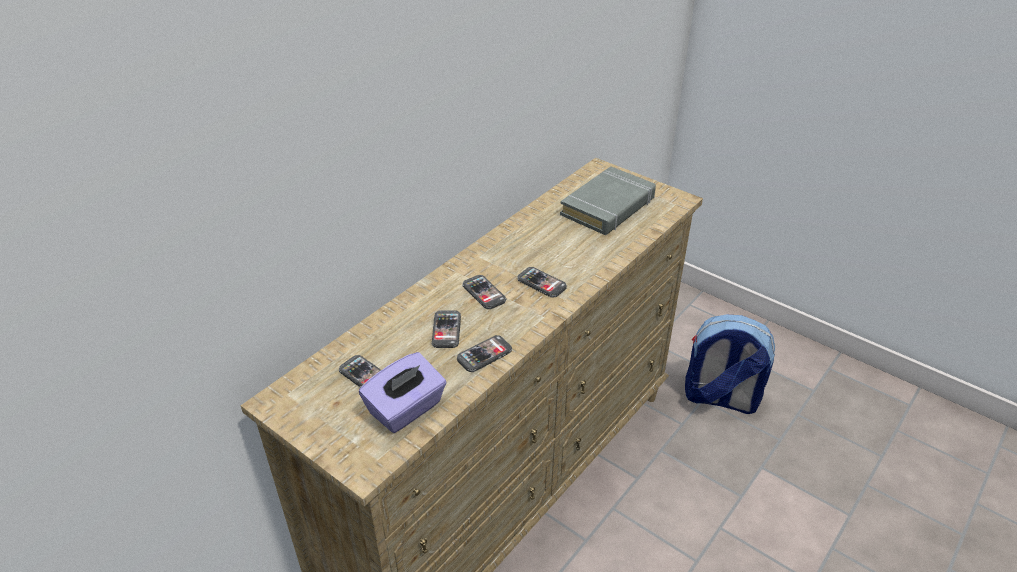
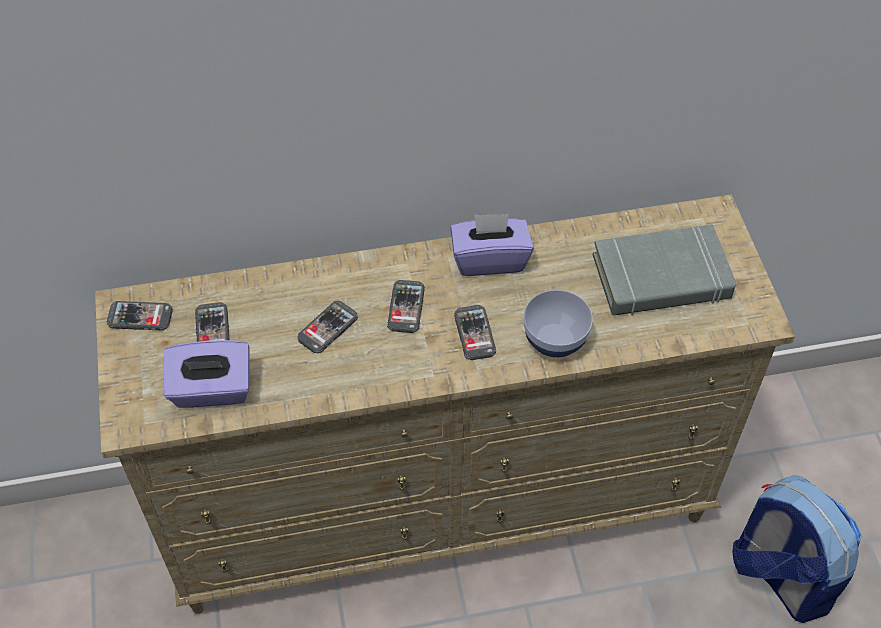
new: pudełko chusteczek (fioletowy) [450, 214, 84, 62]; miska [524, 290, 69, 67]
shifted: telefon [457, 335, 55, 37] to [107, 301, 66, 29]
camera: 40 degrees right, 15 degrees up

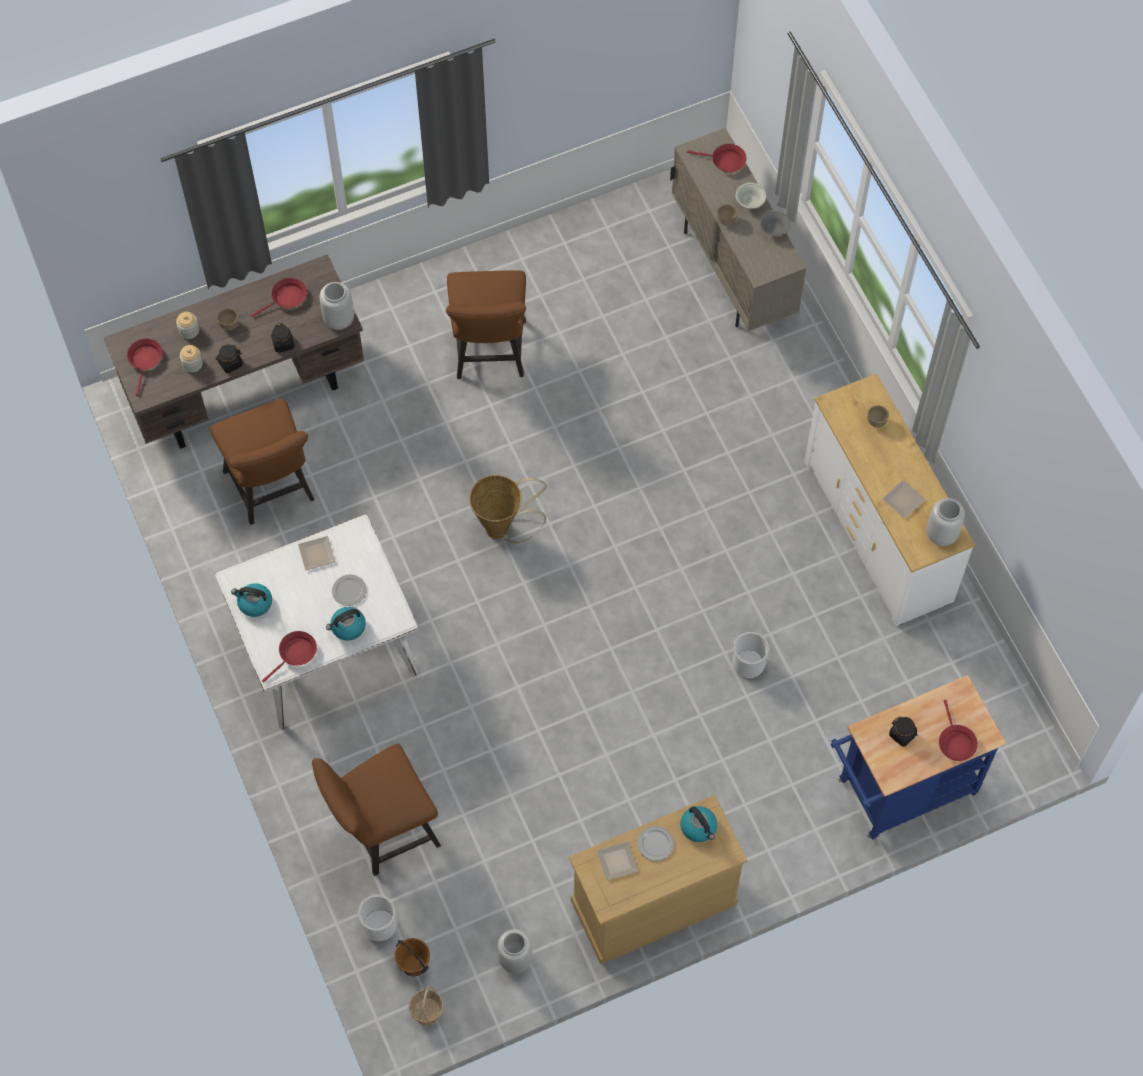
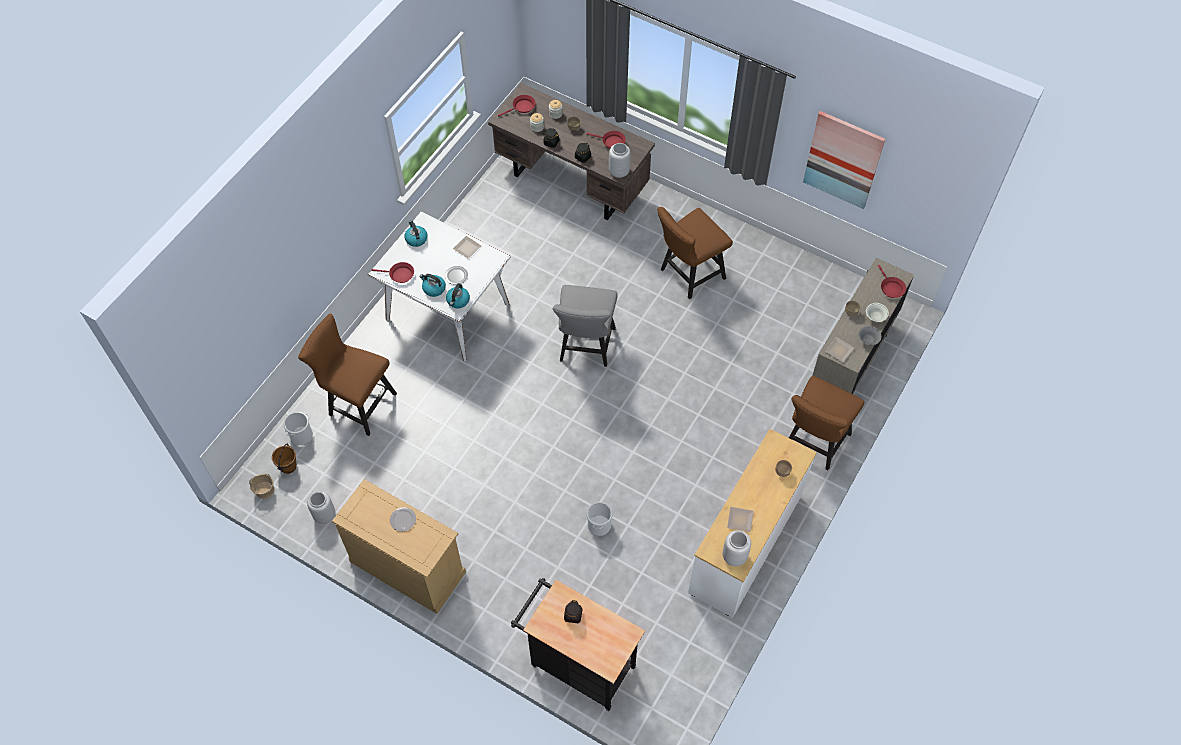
gone: patelnia (czerwony) [939, 700, 39, 61]
new: obraz [803, 111, 82, 98]
shifted: krzesło (brązowy) [210, 399, 104, 126] to [789, 376, 75, 94]; talerz [597, 841, 41, 39] to [825, 337, 29, 25]; czajnik [680, 806, 37, 36] to [446, 283, 24, 25]
swapped: koszyk [469, 475, 78, 69] to krzesło (szary) [553, 285, 64, 82]
repainted: wózek (niebieski) [831, 675, 175, 164] to wózek (czarny) [511, 578, 134, 133]
camera: 55 degrees right, 5 degrees down

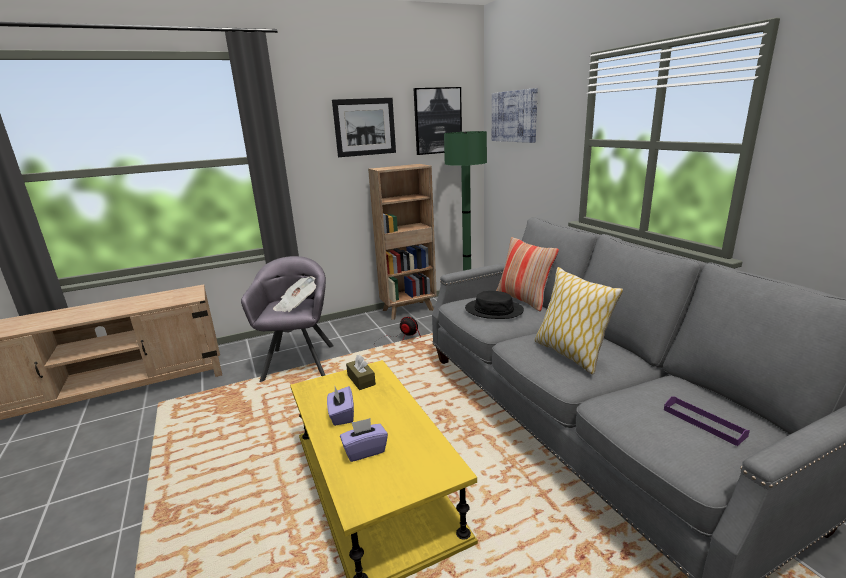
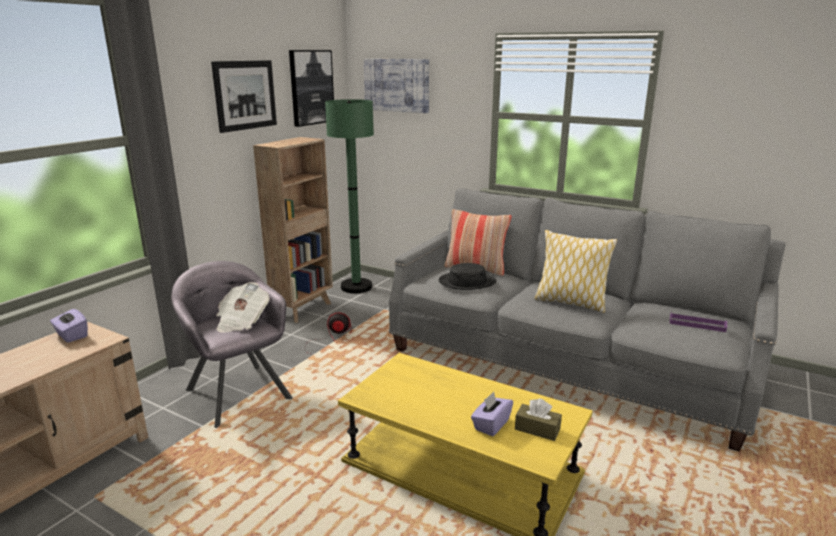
shifted: pudełko chusteczek (fioletowy) [327, 386, 27, 40] to [50, 308, 38, 35]; pudełko chusteczek (brązowy) [346, 355, 30, 35] to [515, 398, 47, 43]
camera: 35 degrees left, 0 degrees up

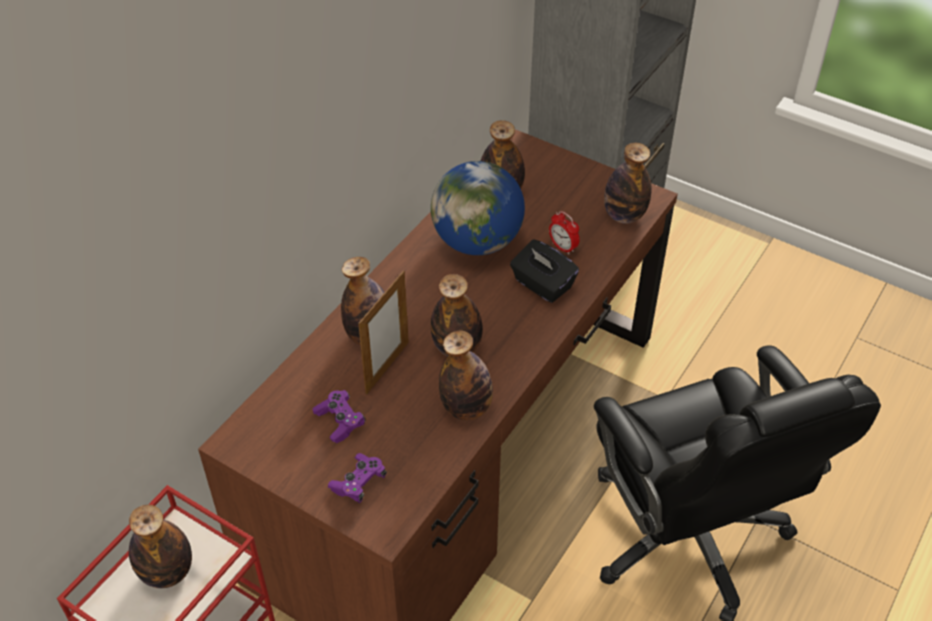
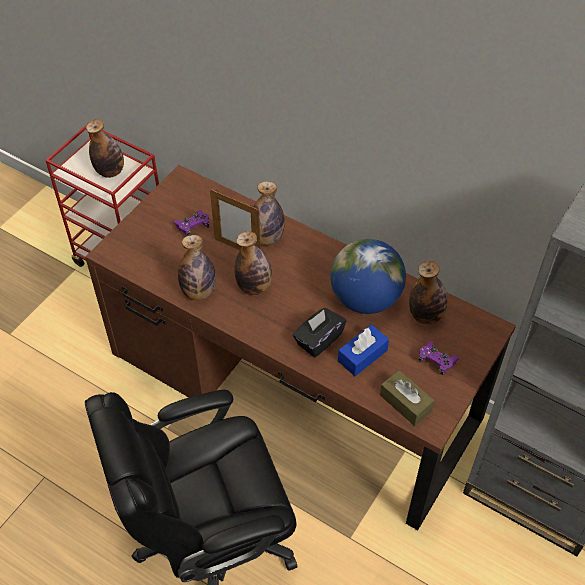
shifted: pad do gier (fioletowy) [328, 453, 59, 50] to [418, 341, 41, 34]
swapped: budzik [549, 211, 31, 44] to pudełko chusteczek (niebieski) [338, 324, 51, 52]; butelka [604, 143, 48, 80] to pudełko chusteczek (brązowy) [380, 370, 55, 56]
camera: 90 degrees right, 5 degrees up

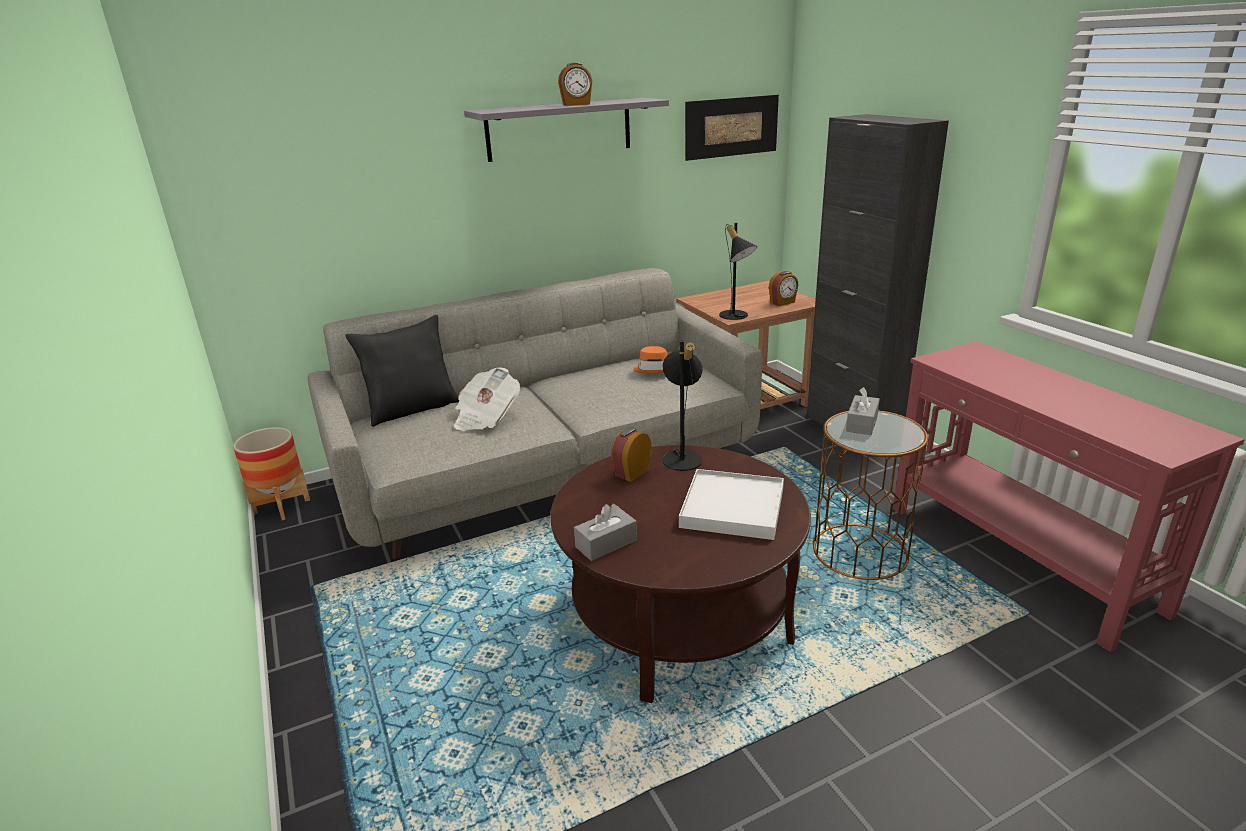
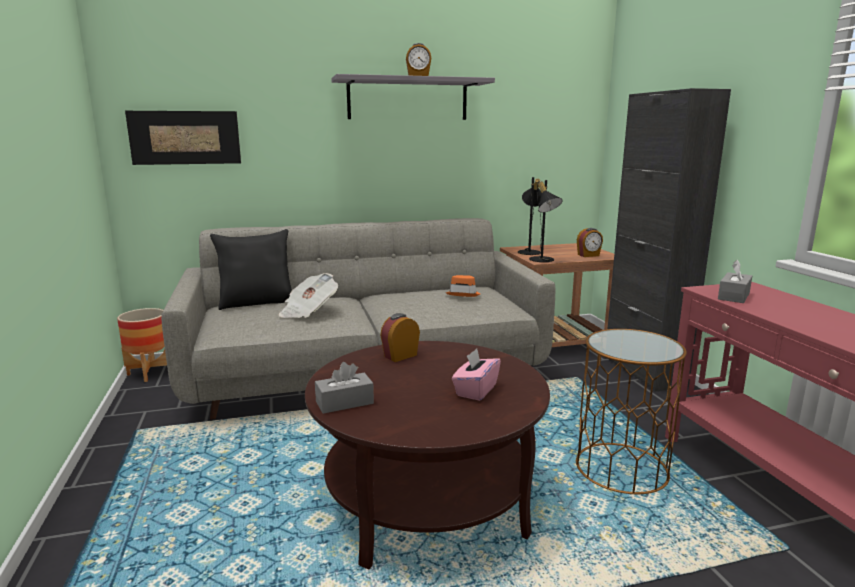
shifted: lampa stołowa (czarny) [662, 340, 41, 131] to [518, 177, 24, 78]; obraz [685, 95, 94, 66] to [125, 111, 116, 54]; pudełko chusteczek (szary) [846, 387, 34, 48] to [718, 260, 34, 43]
swapped: taca (biały) [679, 469, 105, 71] to pudełko chusteczek (różowy) [452, 349, 49, 52]
camera: 10 degrees right, 10 degrees down

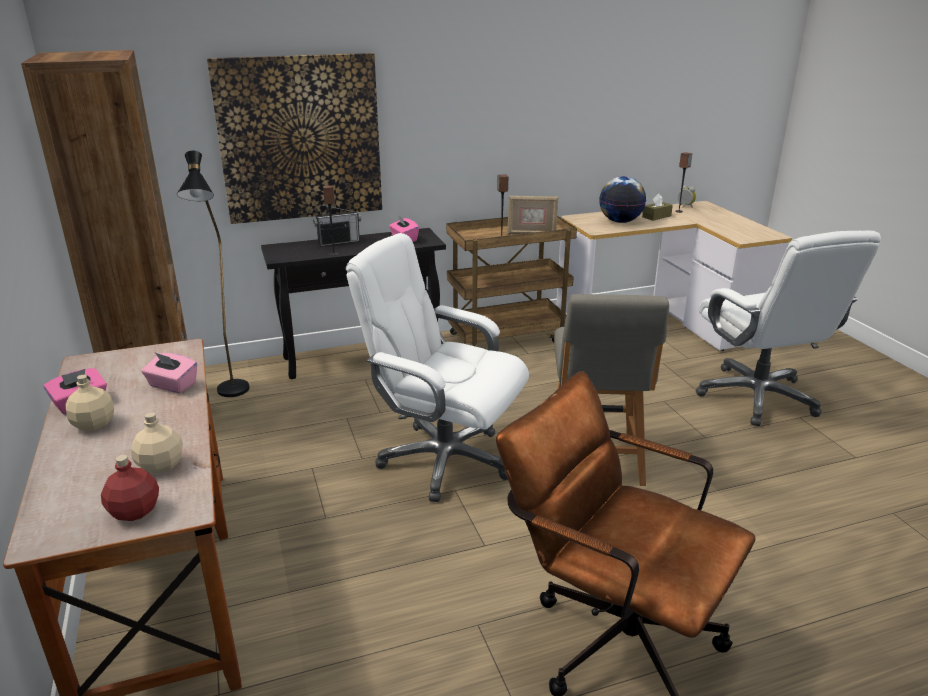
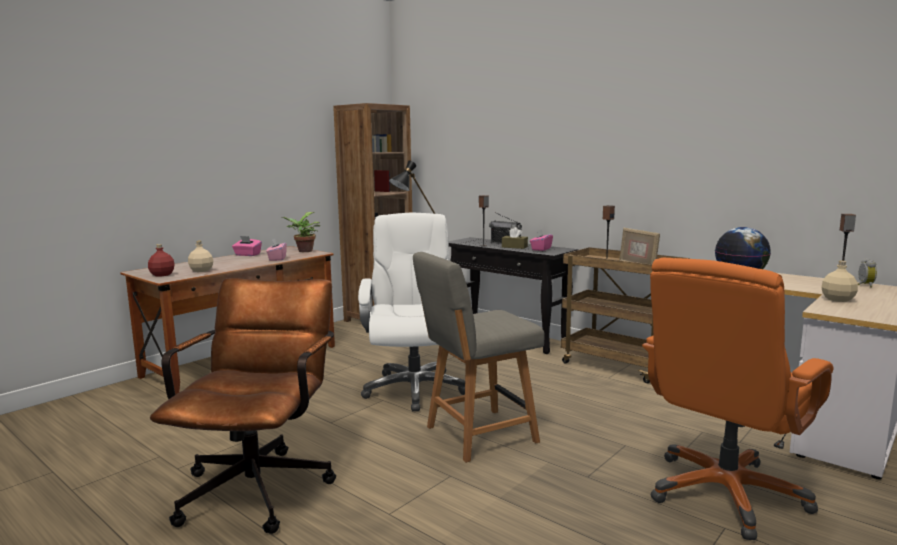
gone: obraz [207, 53, 175, 171]
new: roślina doniczkowa [281, 212, 40, 40]
shifted: butelka (beżowy) [65, 375, 49, 56] to [822, 261, 36, 41]; pudełko chusteczek (brązowy) [642, 194, 31, 27] to [502, 227, 26, 22]
repainted: krzesło biurowe (biały) [696, 230, 185, 196] to krzesło biurowe (pomarańczowy) [642, 258, 191, 282]
camera: 60 degrees right, 15 degrees down

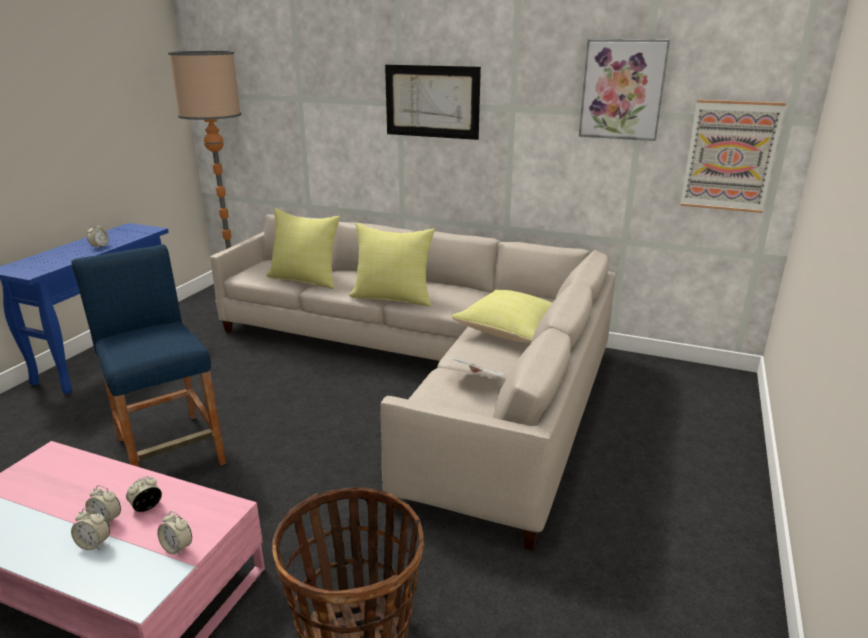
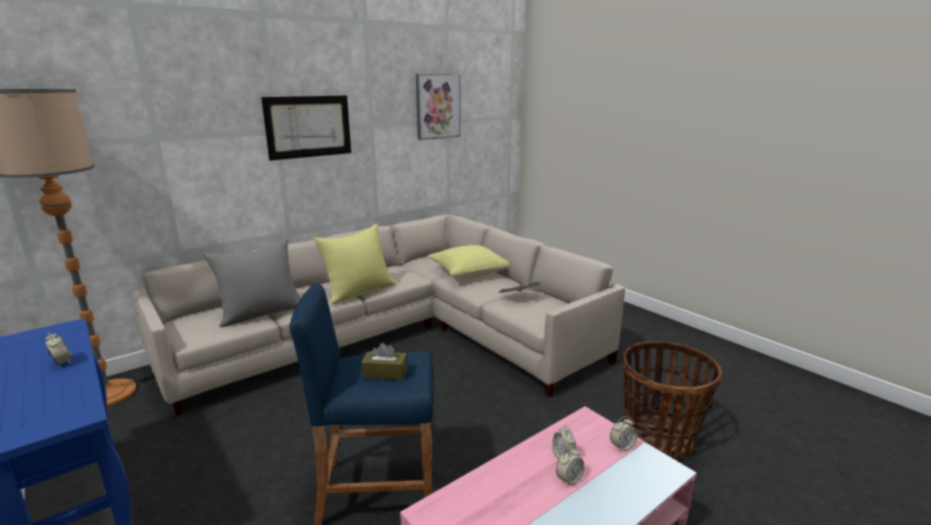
gone: budzik [71, 508, 39, 42]; obraz [680, 100, 106, 113]
new: pudełko chusteczek (brązowy) [361, 343, 46, 37]
repainted: poduszka (żółty) [267, 208, 73, 81] to poduszka (szary) [203, 239, 98, 88]
camera: 60 degrees left, 5 degrees down

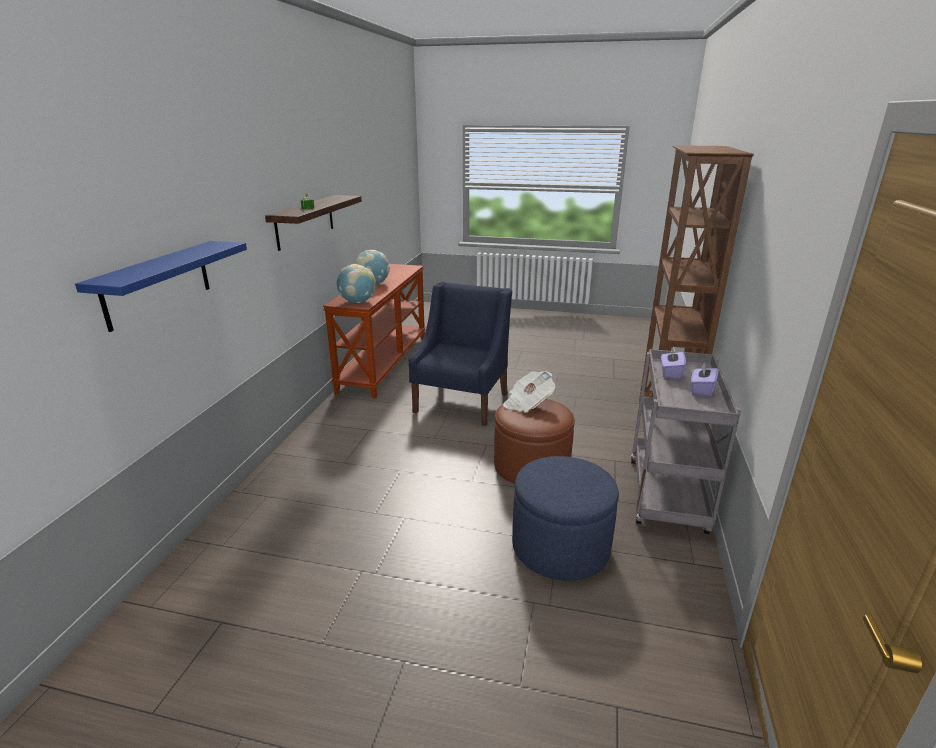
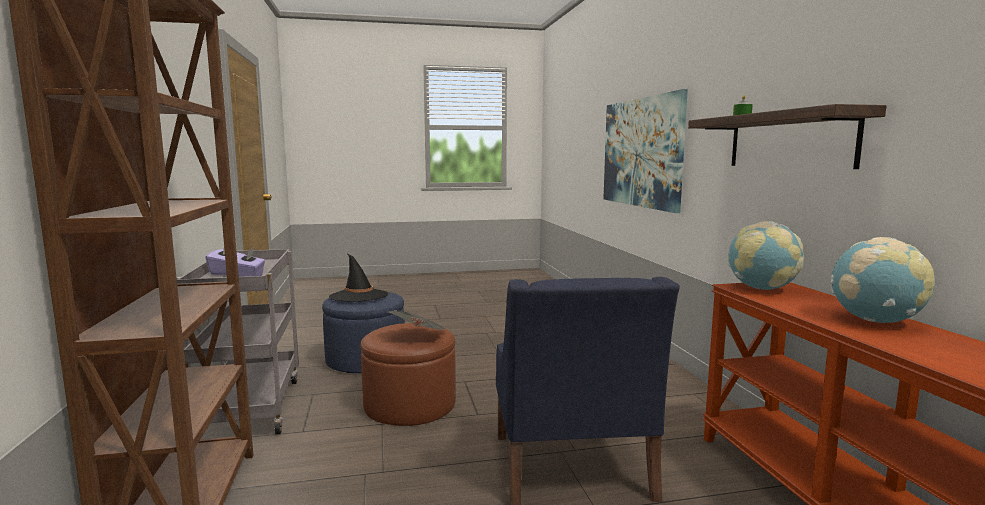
new: kapelusz (czarny) [329, 254, 59, 48]
swapped: półka (niebieski) [75, 241, 172, 91] to obraz [603, 89, 85, 124]
camera: 155 degrees right, 15 degrees down

